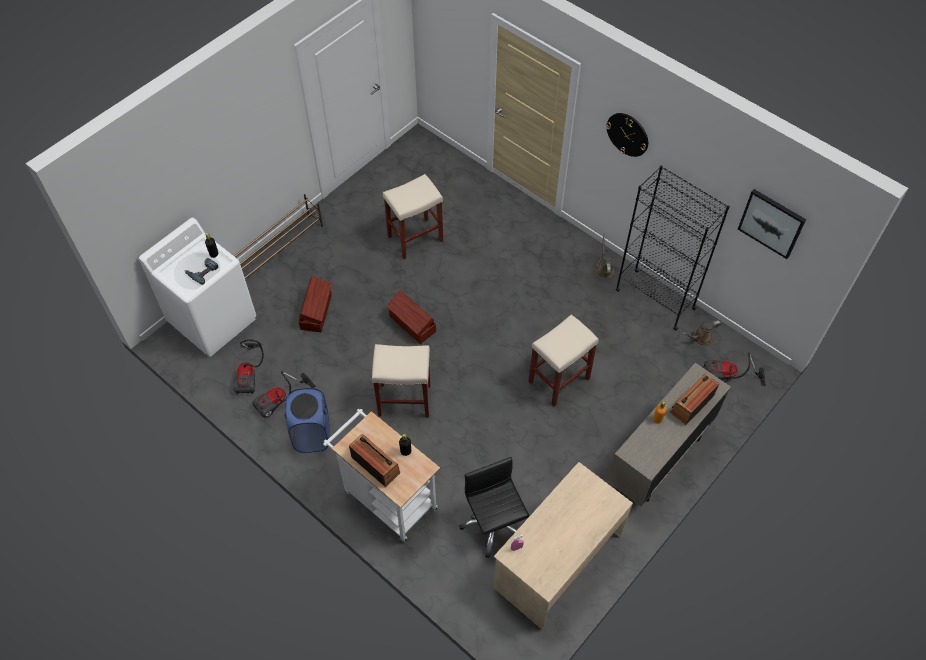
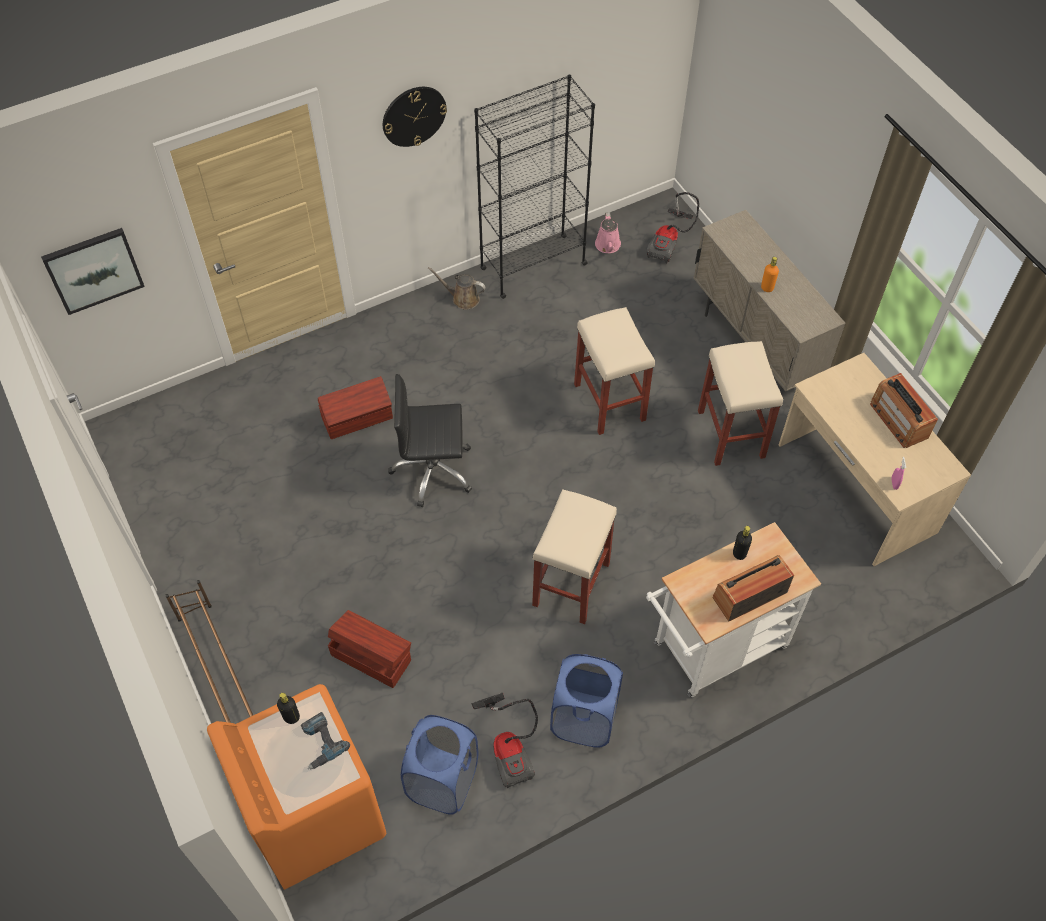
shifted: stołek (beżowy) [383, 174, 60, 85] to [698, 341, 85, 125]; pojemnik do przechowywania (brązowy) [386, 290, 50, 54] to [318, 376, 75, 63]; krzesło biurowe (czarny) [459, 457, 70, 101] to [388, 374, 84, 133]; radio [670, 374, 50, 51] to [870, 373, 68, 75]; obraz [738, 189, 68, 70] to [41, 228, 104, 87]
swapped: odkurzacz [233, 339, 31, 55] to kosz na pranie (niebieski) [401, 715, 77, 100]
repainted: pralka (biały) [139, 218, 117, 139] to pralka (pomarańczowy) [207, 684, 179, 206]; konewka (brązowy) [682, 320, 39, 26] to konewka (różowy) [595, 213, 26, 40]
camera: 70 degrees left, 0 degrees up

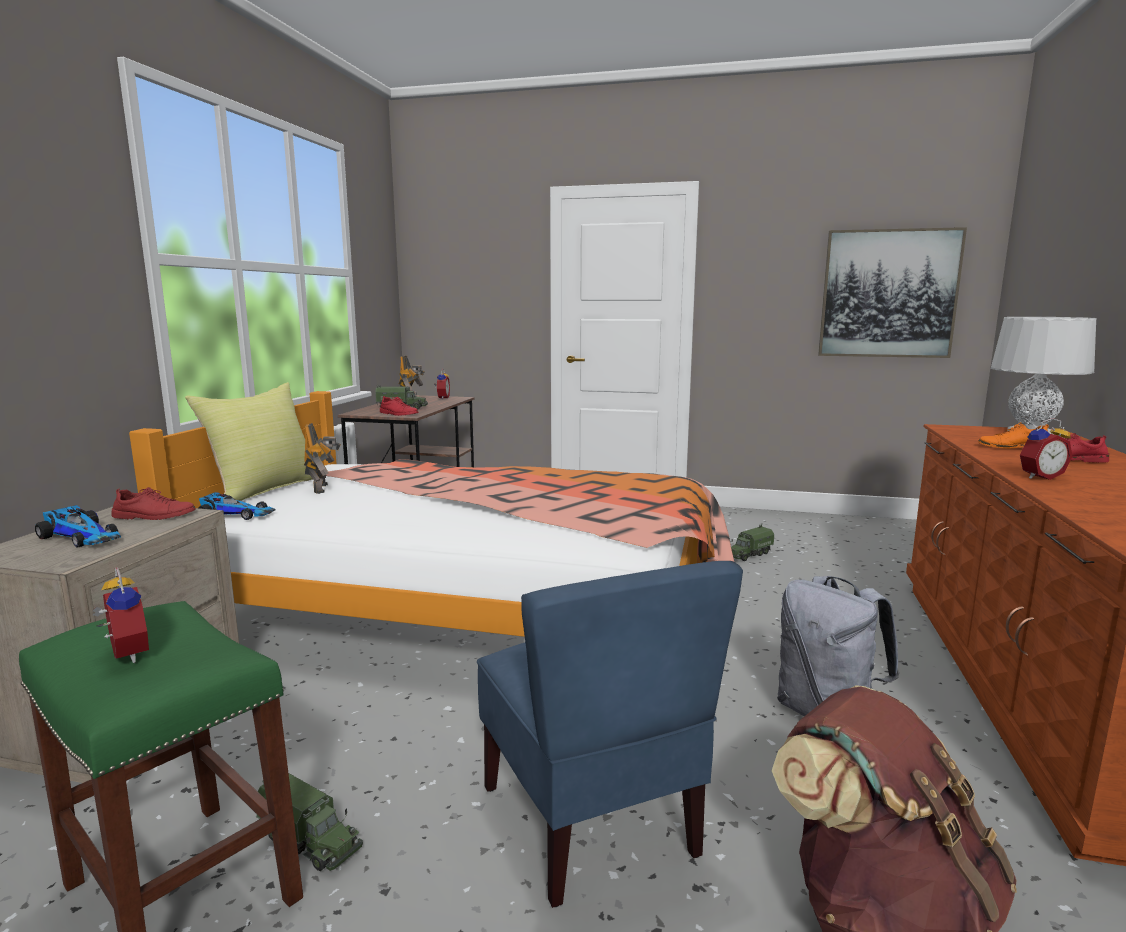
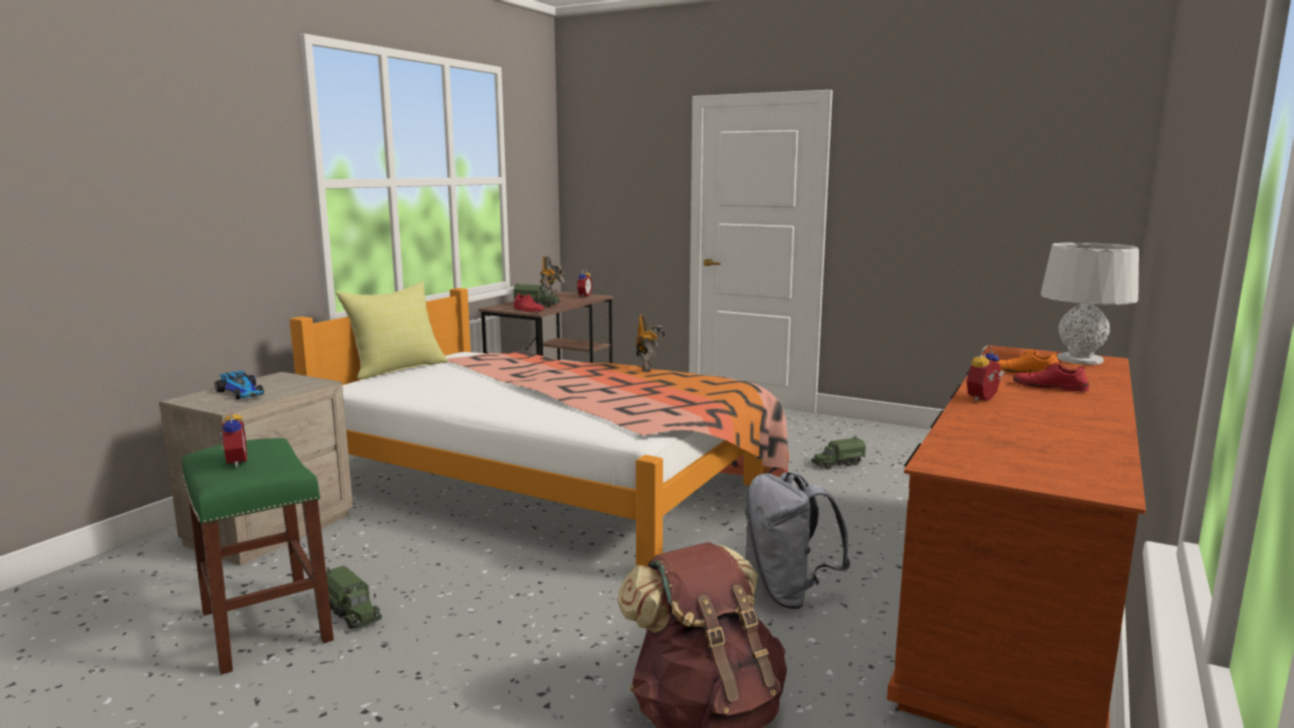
gone: but (czerwony) [112, 487, 84, 33]; samochodzik [198, 492, 77, 28]; krzesło (niebieski) [477, 561, 266, 347]; obraz [818, 227, 149, 131]
shifted: robot zabawkowy [304, 423, 37, 71] to [636, 314, 30, 58]
rotated: budzik [1020, 418, 53, 62] = [967, 345, 38, 56] 135 degrees clockwise
camera: 15 degrees right, 0 degrees up

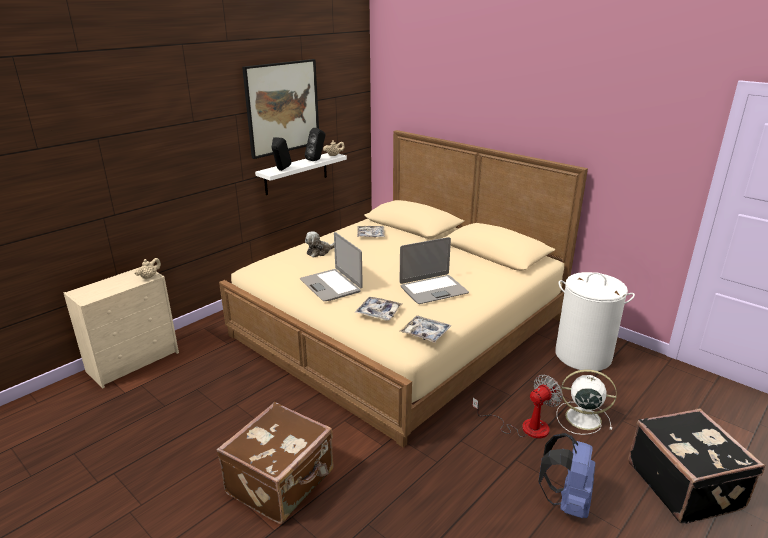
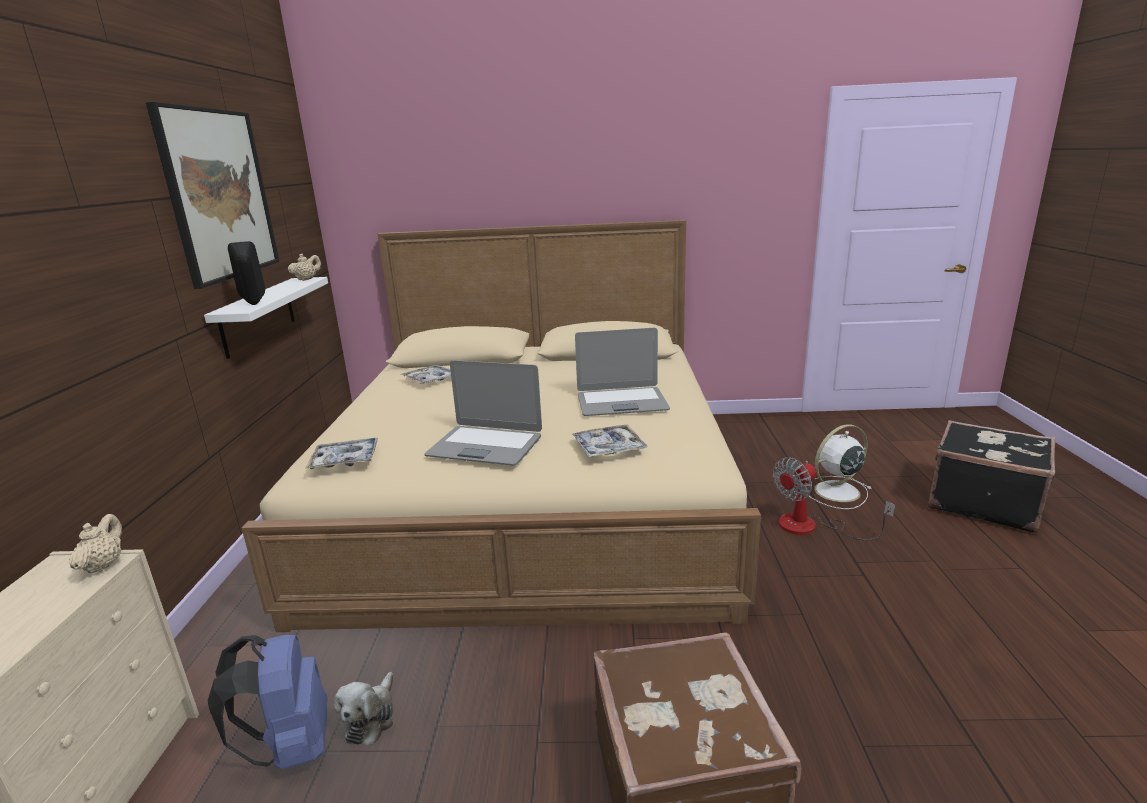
gone: głośnik (czarny) [305, 128, 20, 33]; kosz na pranie (biały) [555, 272, 80, 99]
shifted: pluszak [305, 231, 29, 27] to [334, 672, 59, 73]; taca [400, 316, 52, 27] to [305, 438, 73, 31]; plecak (niebieski) [538, 433, 57, 85] to [208, 635, 119, 134]
rotated: laptop [400, 237, 69, 67] = [575, 328, 95, 88] 60 degrees clockwise; wentylator [472, 375, 91, 64] = [773, 457, 122, 83] 135 degrees counterclockwise
camera: 40 degrees left, 5 degrees down

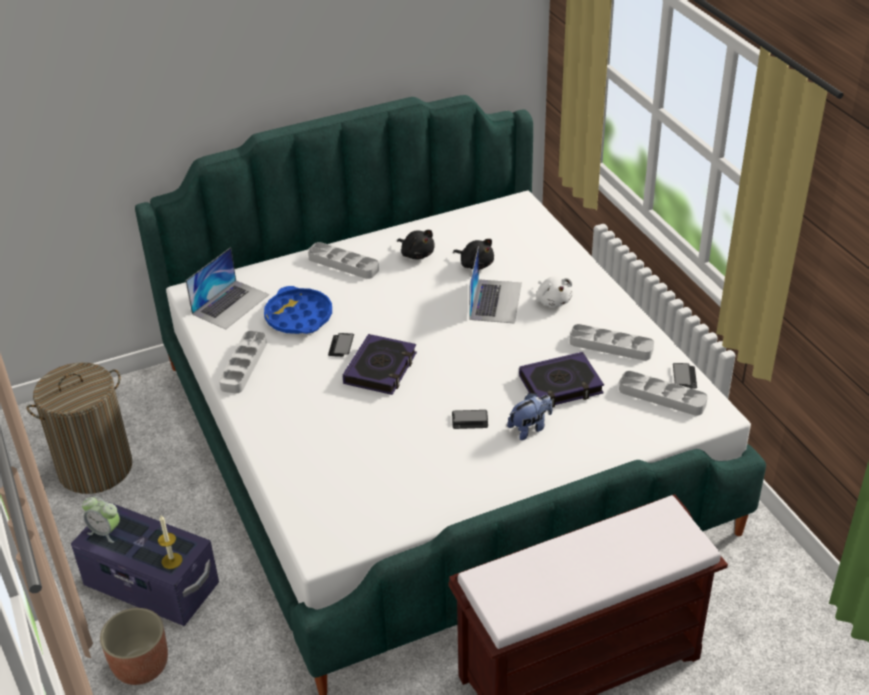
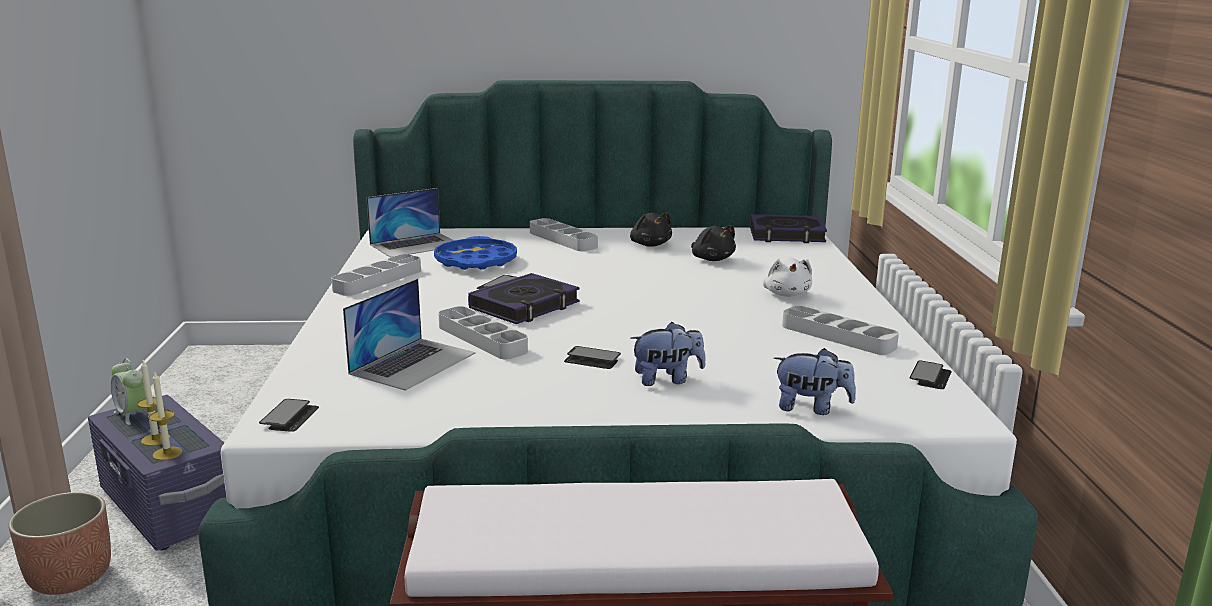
gone: kosz na pranie [26, 363, 106, 131]
new: świeca [137, 360, 33, 86]; telefon [259, 399, 60, 33]; pluszak [774, 348, 82, 67]
shifted: laptop [469, 246, 53, 78] to [343, 279, 132, 112]; książka [519, 352, 85, 56] to [750, 214, 77, 29]; taca (szary) [619, 371, 89, 45] to [438, 306, 90, 53]
camera: 20 degrees right, 20 degrees down

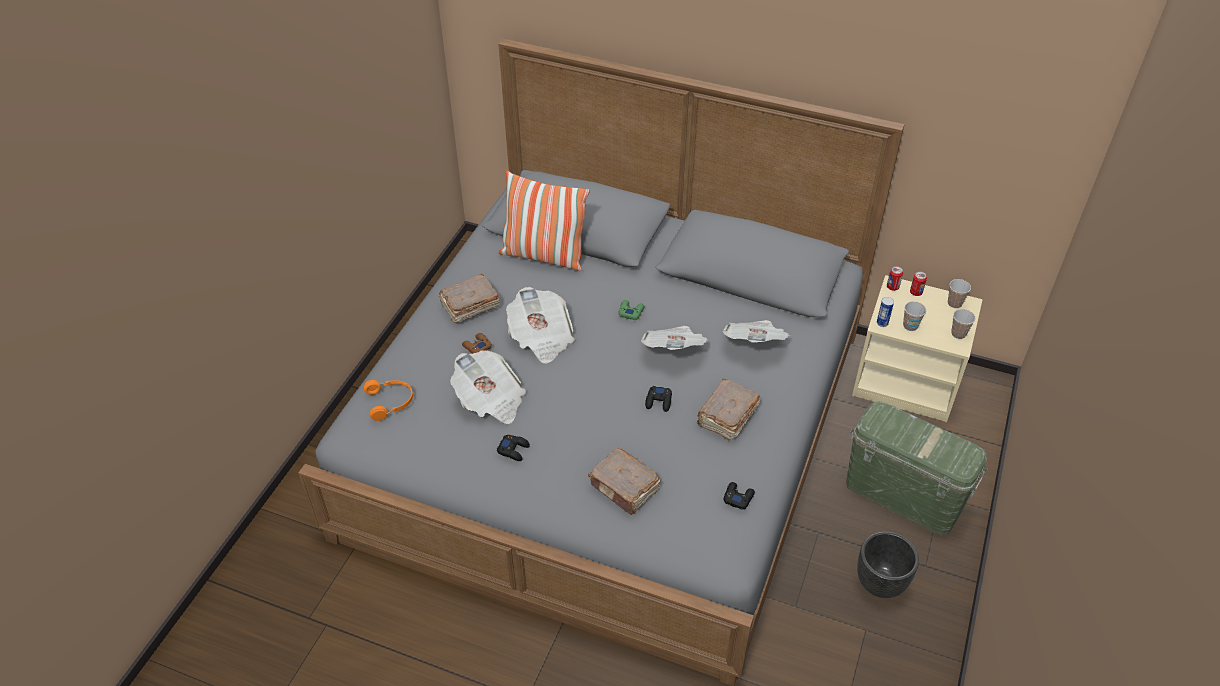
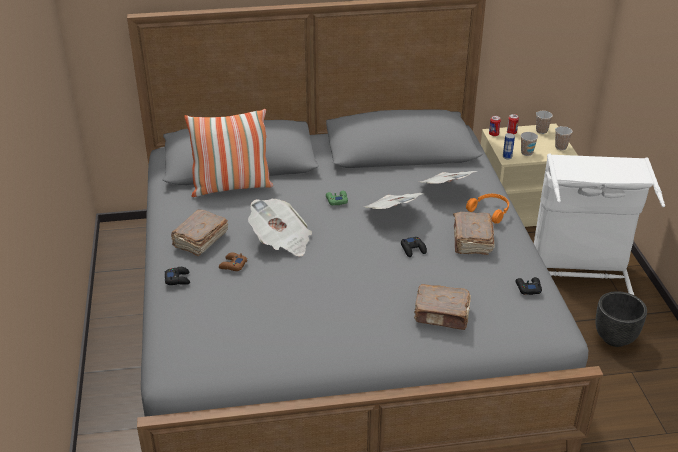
gone: gazeta [450, 350, 76, 74]
shifted: słuchawki (pomarańczowy) [364, 380, 49, 41] to [466, 194, 43, 29]; pad do gier (czarny) [497, 435, 33, 26] to [165, 267, 25, 18]
swapped: pojemnik do przechowywania (zielony) [846, 401, 142, 134] to kosz na pranie (biały) [534, 154, 131, 141]
camera: 30 degrees left, 10 degrees down

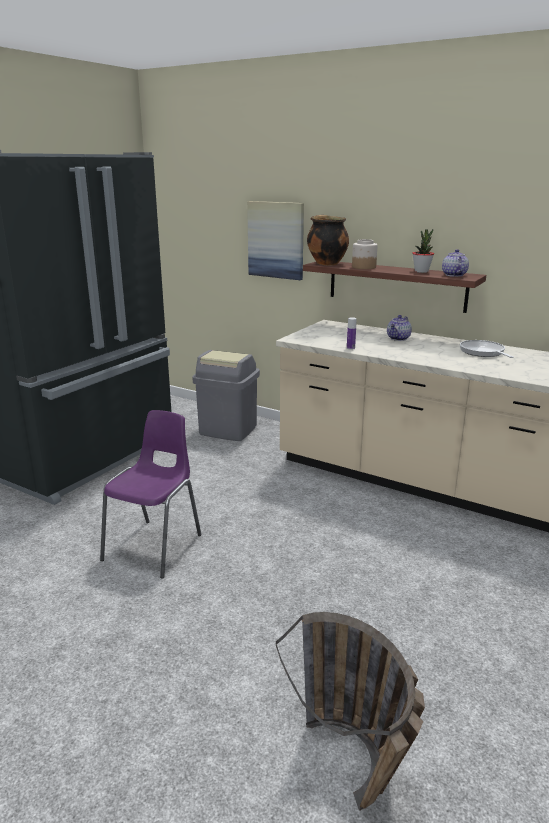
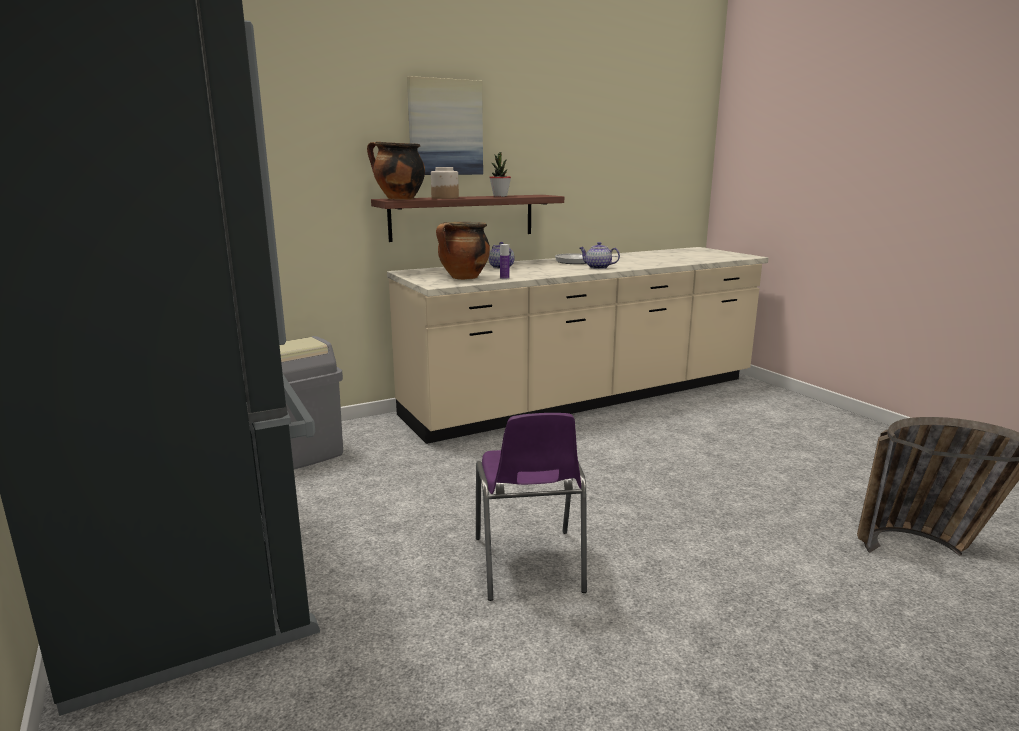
new: garnek [436, 222, 54, 58]
shifted: obraz [247, 201, 57, 79] to [407, 76, 76, 99]; imbryk [442, 249, 27, 28] to [580, 242, 40, 27]
rotated: krzesło (fioletowy) [100, 410, 101, 169] = [476, 413, 111, 188] 150 degrees counterclockwise
camera: 60 degrees left, 5 degrees down

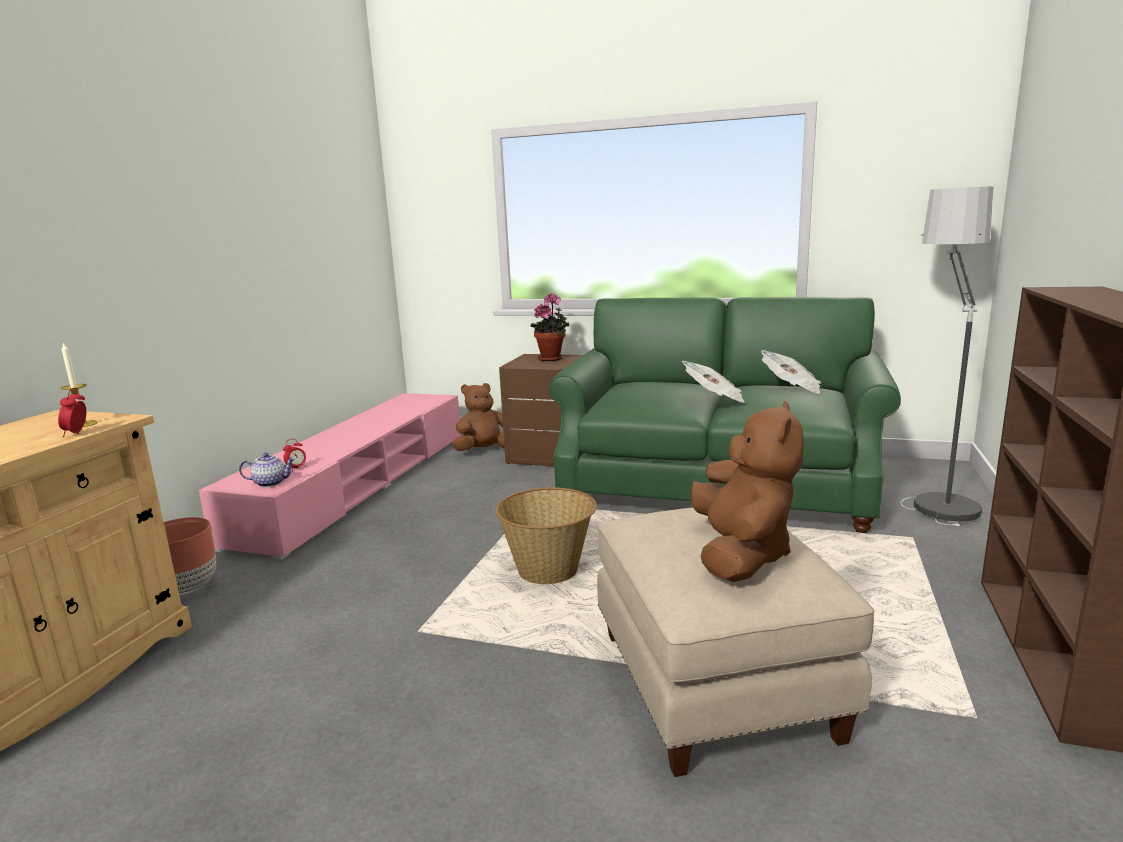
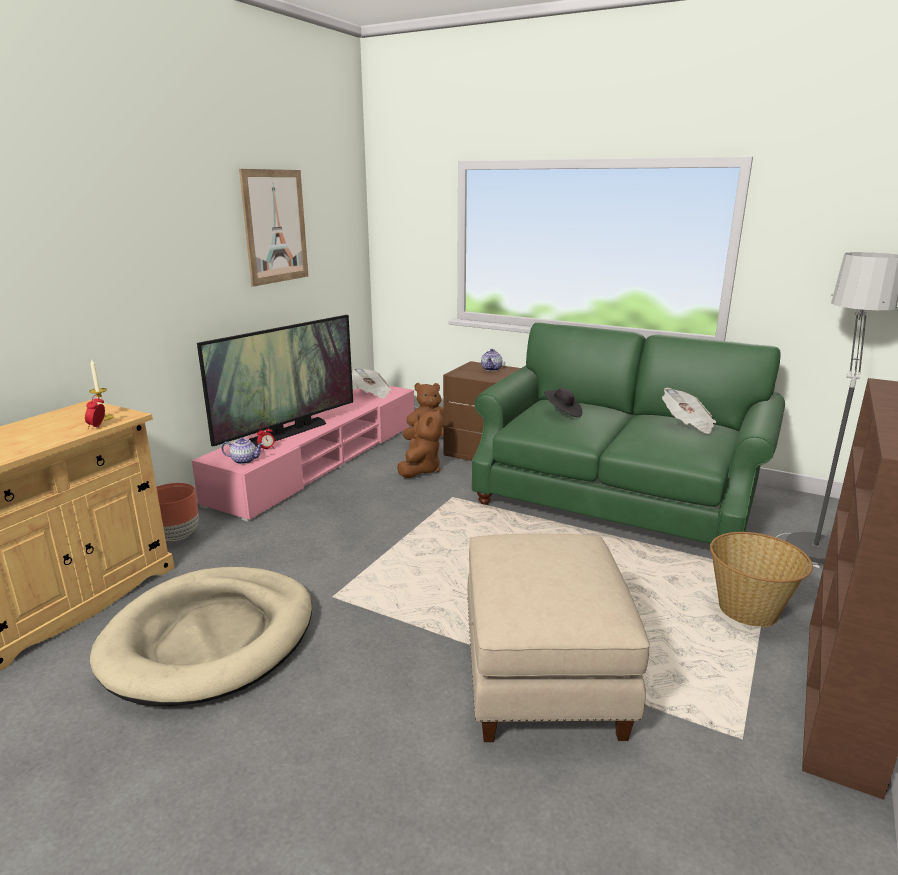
new: legowisko (beżowy) [90, 567, 222, 139]; telewizor [197, 315, 156, 132]; obraz [239, 169, 69, 118]; kapelusz (czarny) [544, 388, 38, 29]
shifted: koszyk [495, 487, 102, 97] to [710, 532, 103, 96]; gazeta [682, 361, 63, 42] to [352, 368, 40, 30]; pluszak (brązowy) [690, 401, 114, 181] to [397, 409, 45, 69]
swapped: roślina doniczkowa [530, 293, 39, 68] to imbryk [481, 349, 22, 22]
camera: 10 degrees right, 5 degrees up

